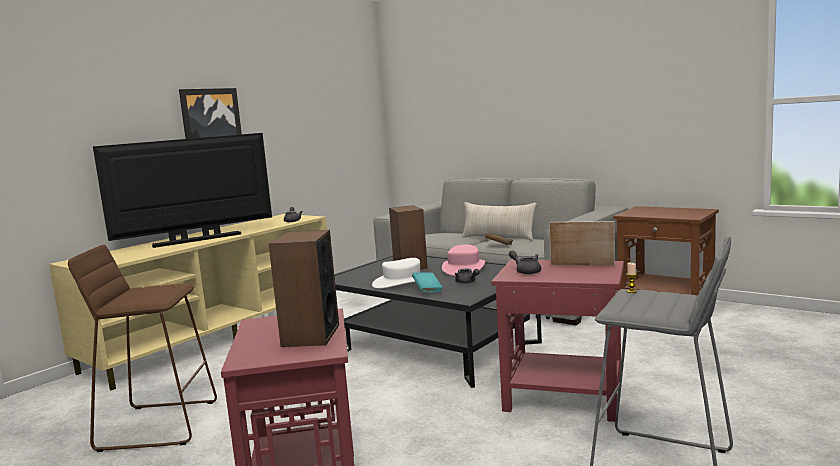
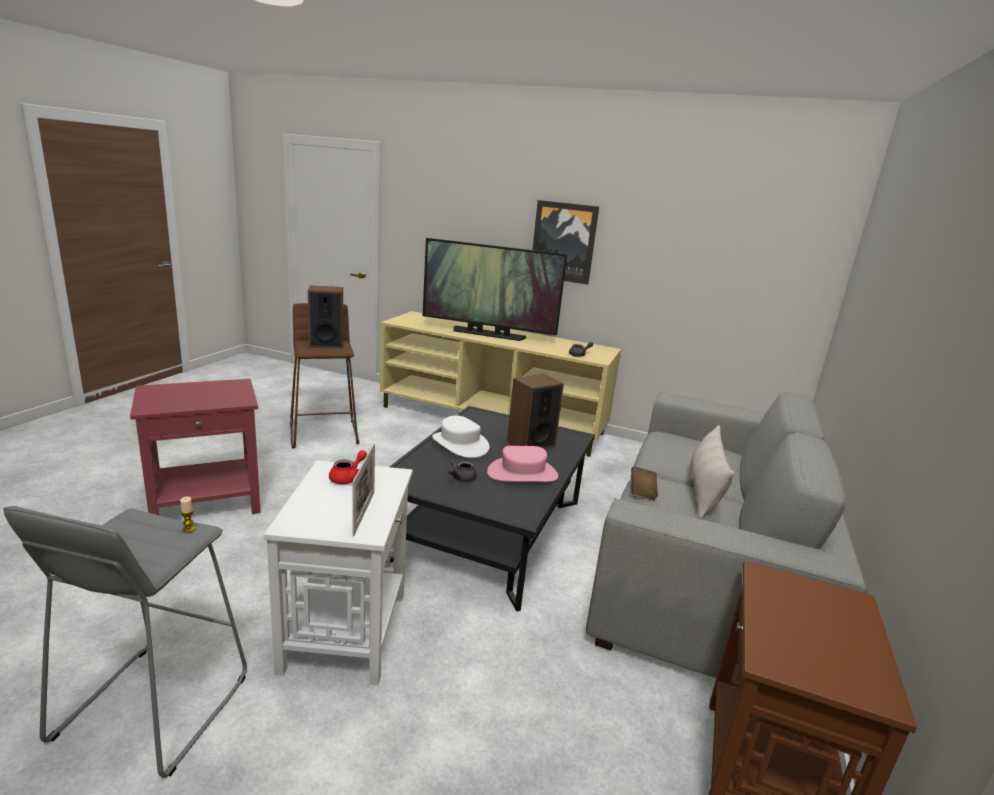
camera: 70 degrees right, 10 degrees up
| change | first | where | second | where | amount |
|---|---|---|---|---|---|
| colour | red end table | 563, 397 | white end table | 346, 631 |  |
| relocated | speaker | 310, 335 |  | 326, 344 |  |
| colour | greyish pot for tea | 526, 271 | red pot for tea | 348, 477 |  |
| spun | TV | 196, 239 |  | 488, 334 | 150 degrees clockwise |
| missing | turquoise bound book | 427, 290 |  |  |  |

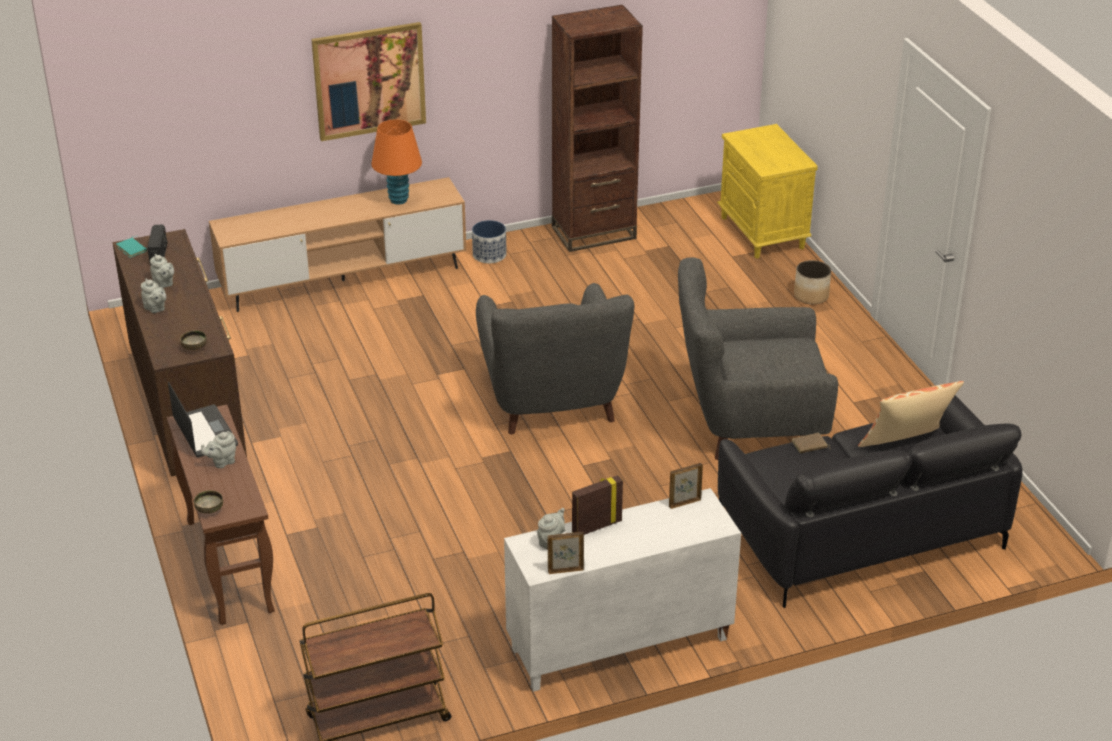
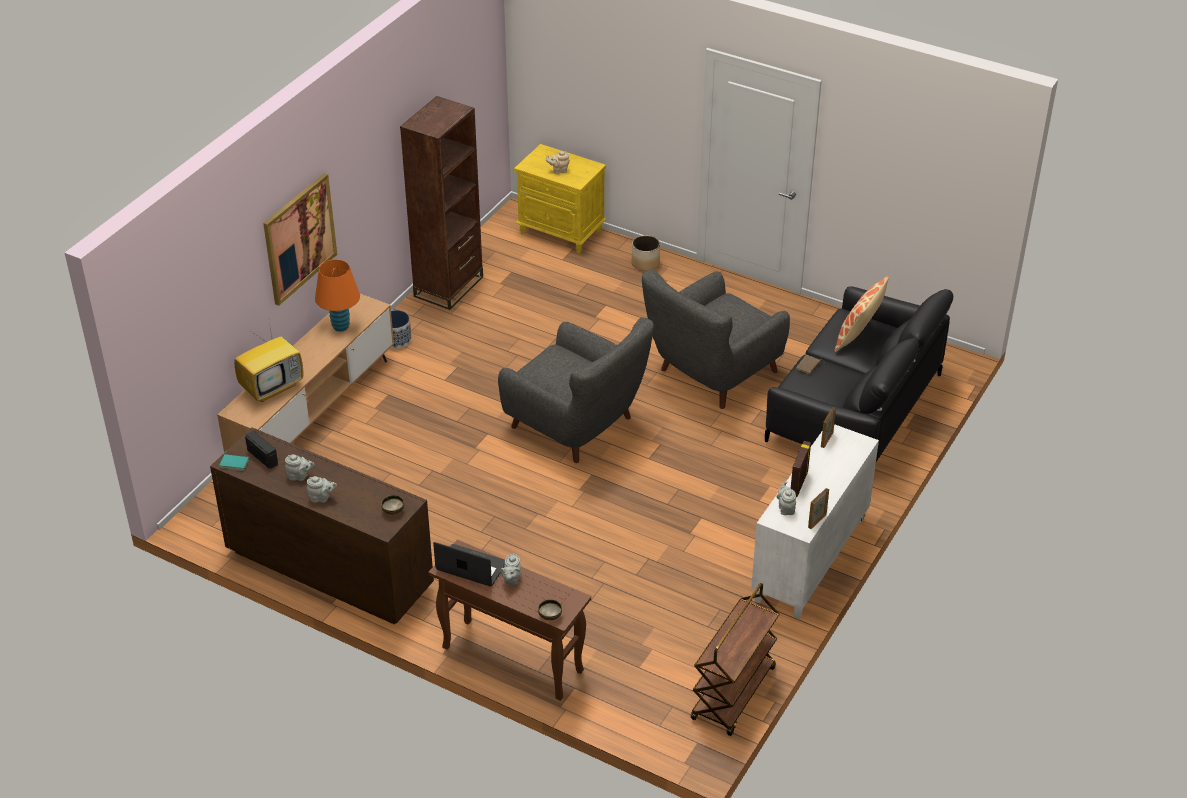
camera: 40 degrees left, 5 degrees up
| change | first | where | second | where | amount |
|---|---|---|---|---|---|
| appeared |  |  | TV | 272, 387 |  |
| appeared |  |  | beige pot for tea | 559, 170 |  |

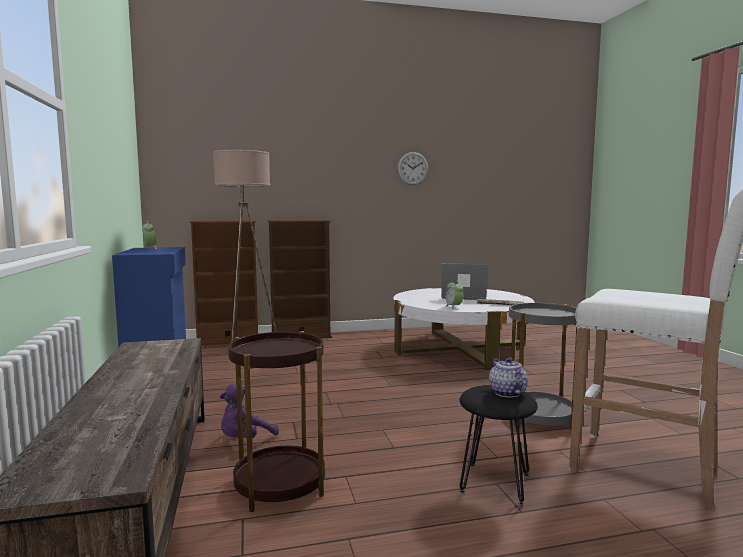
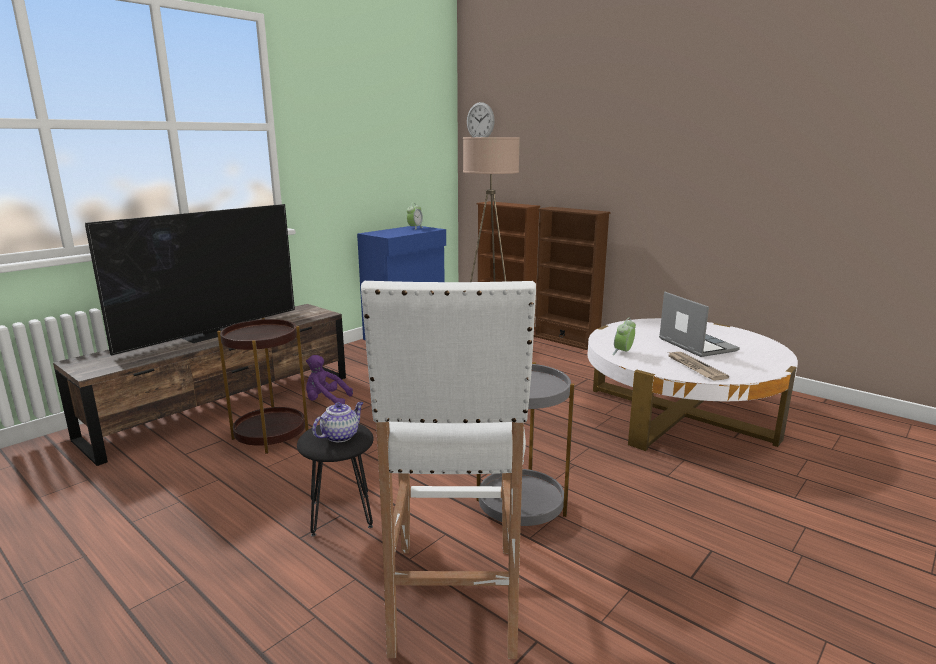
camera: 55 degrees right, 10 degrees up
| change | first | where | second | where | amount |
|---|---|---|---|---|---|
| appeared |  |  | TV | 212, 333 |  |
| relocated | hanging clock | 412, 168 |  | 480, 121 |  |

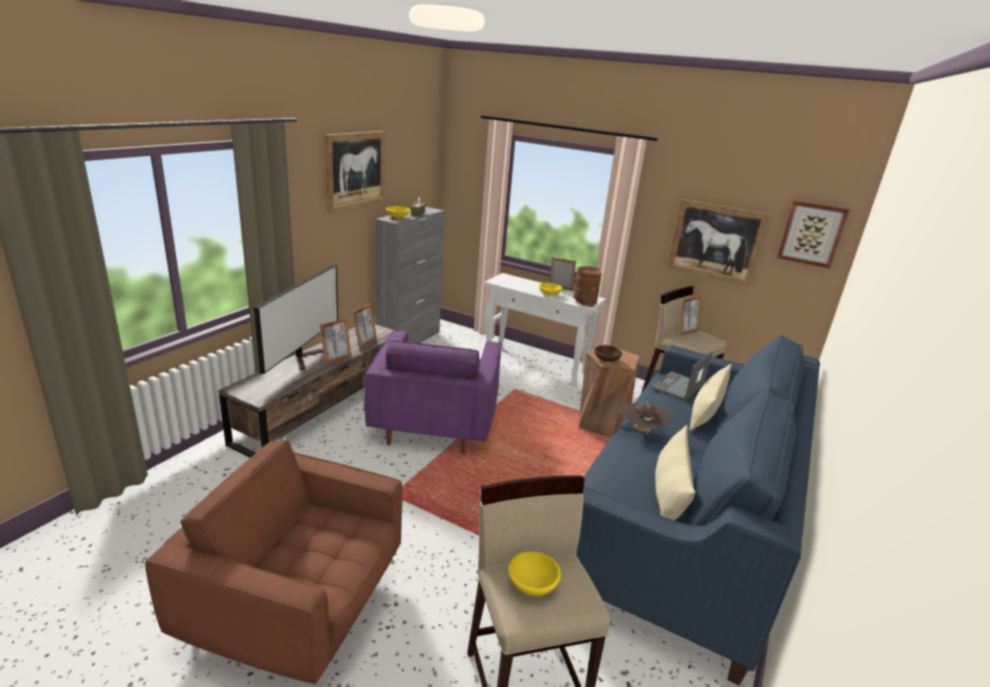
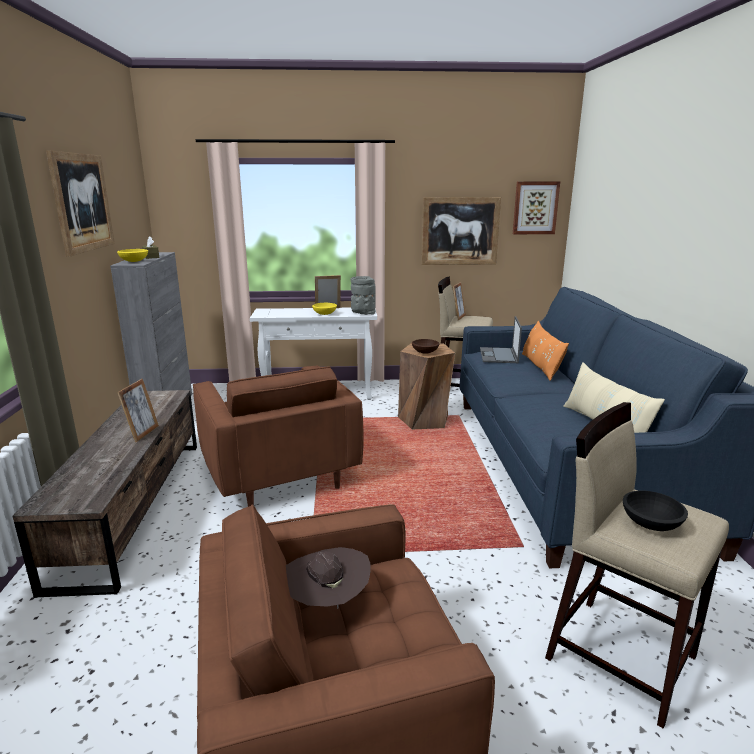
camera: 30 degrees left, 5 degrees down
| change | first | where | second | where | amount |
|---|---|---|---|---|---|
| colour | purple armchair | 435, 422 | brownish armchair | 278, 472 |  |
| relocated | brownish wearable hat | 641, 431 |  | 326, 603 |  |
| colour | brownish decorative vase | 584, 302 | greyish decorative vase | 362, 313 |  |
| colour | beige cushion | 705, 413 | orangey cushion | 540, 366 |  |
| colour | yellow-coloured deep dish | 533, 584 | black deep dish | 651, 523 |  |
| missing | TV | 307, 357 |  |  |  |
| missing | photo frame | 365, 342 |  |  |  |

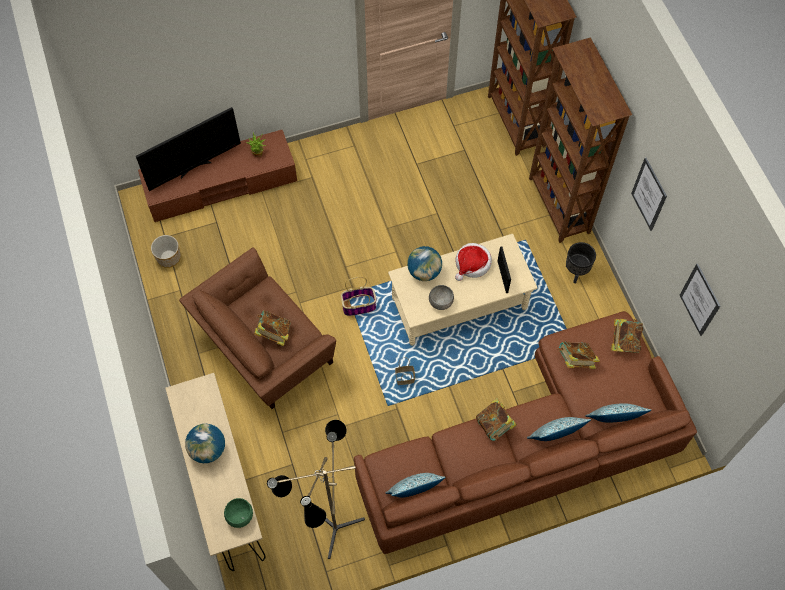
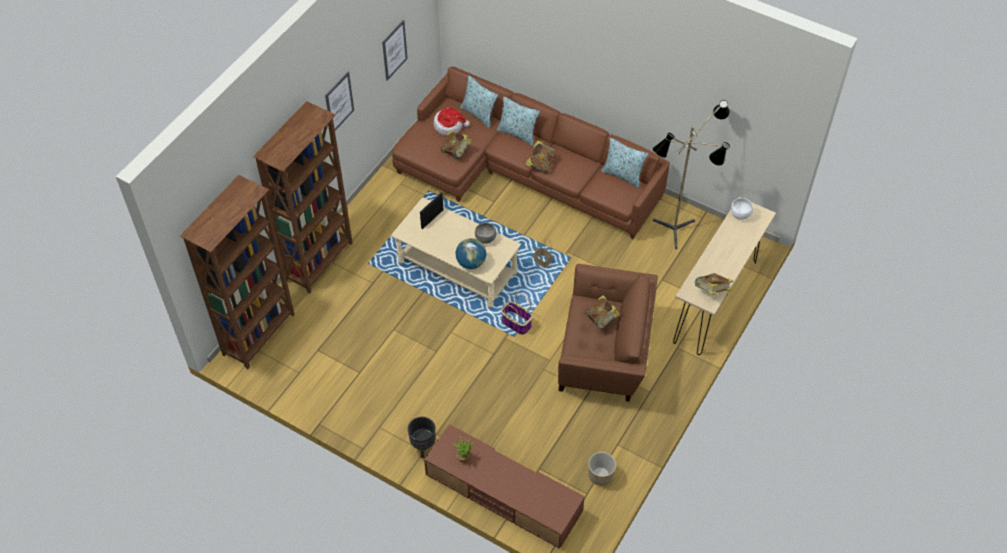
camera: 130 degrees left, 10 degrees down
| change | first | where | second | where | amount |
|---|---|---|---|---|---|
| relocated | black planter | 576, 272 |  | 423, 447 |  |
| relocated | wearable hat | 472, 264 |  | 449, 125 |  |
| relocated | bound book | 624, 341 |  | 711, 291 |  |
| colour | green deep dish | 240, 516 | white deep dish | 740, 214 |  |
| missing | TV | 195, 168 |  |  |  |
| missing | desk globe | 208, 449 |  |  |  |

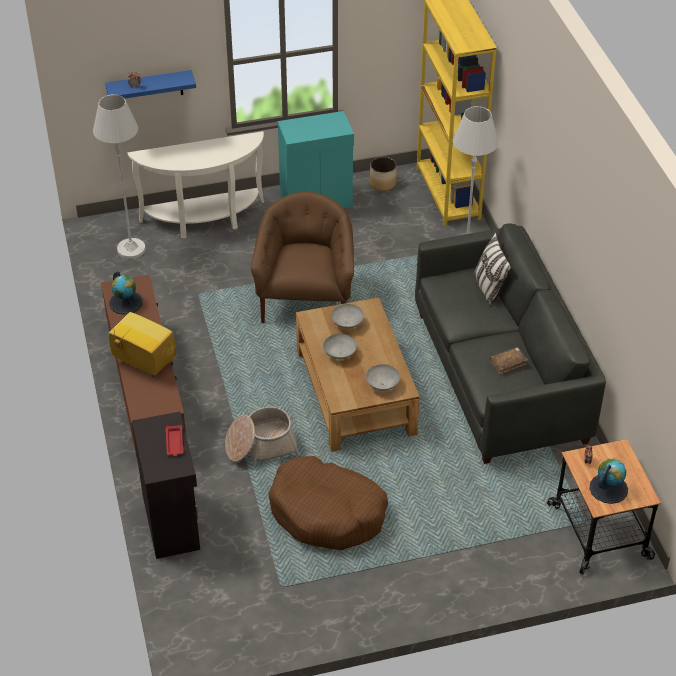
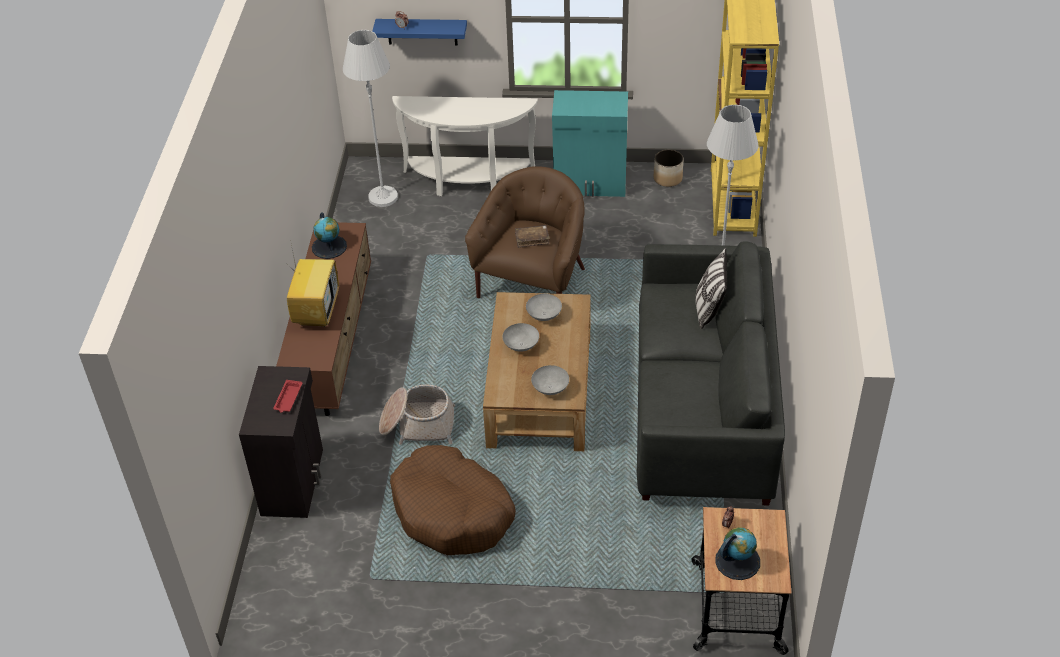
camera: 20 degrees right, 0 degrees up
| change | first | where | second | where | amount |
|---|---|---|---|---|---|
| spun | TV | 143, 362 |  | 316, 310 | 45 degrees clockwise |
| relocated | brownish bound book | 508, 363 |  | 532, 239 |  |

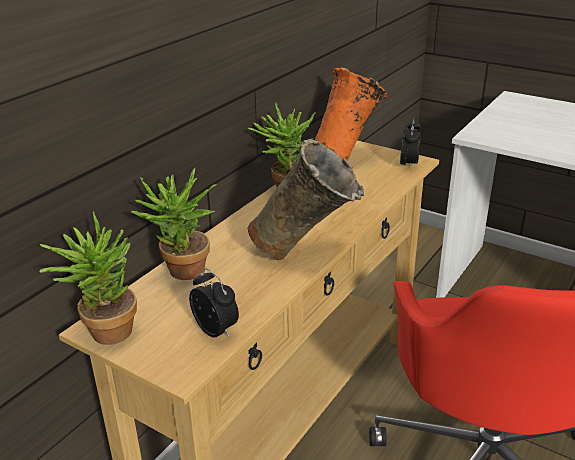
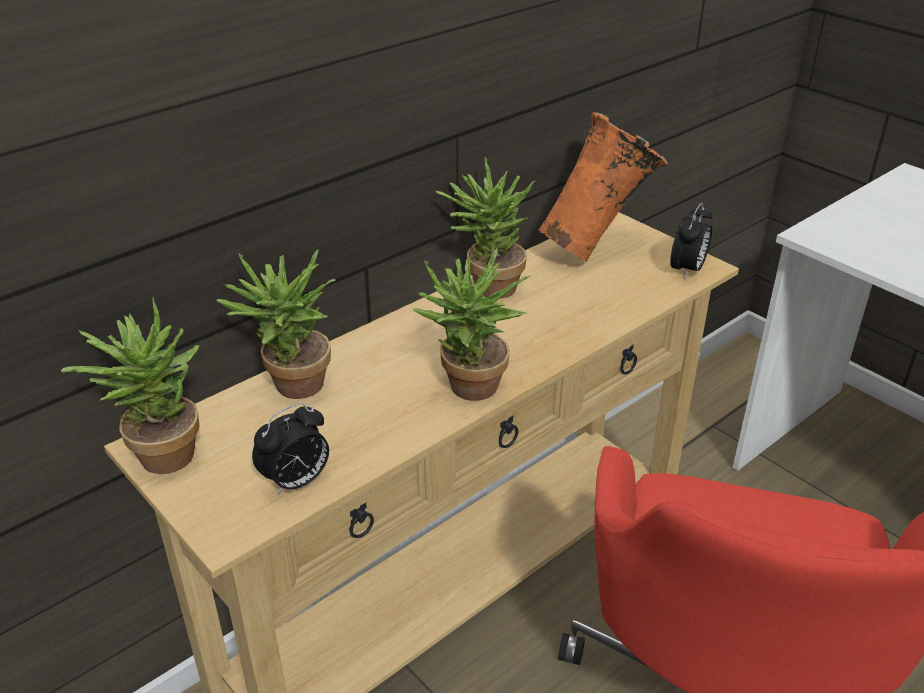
camera: 15 degrees right, 5 degrees up
| change | first | where | second | where | amount |
|---|---|---|---|---|---|
| spun | alarm clock | 217, 330 |  | 296, 482 | 75 degrees clockwise |
| exchanged | beige decorative vase | 307, 255 | houseplant | 468, 391 |  |

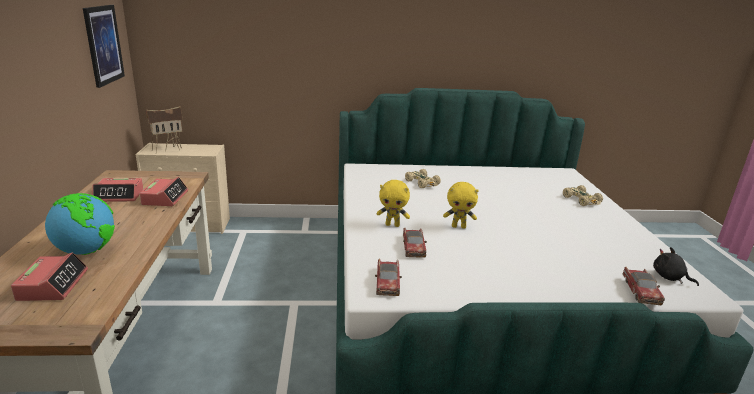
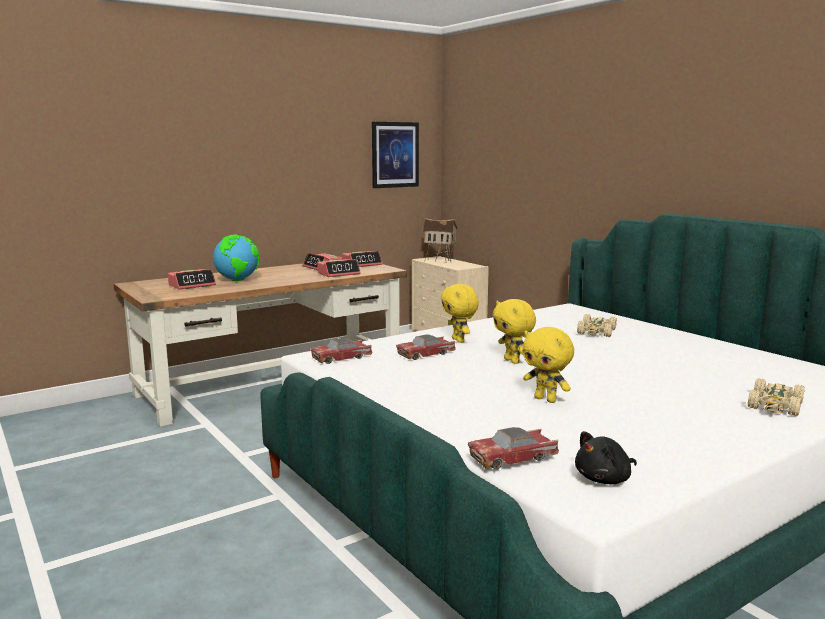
camera: 60 degrees right, 10 degrees down
| change | first | where | second | where | amount |
|---|---|---|---|---|---|
| appeared |  |  | alarm clock | 362, 264 |  |
| appeared |  |  | yellow-coloured soft toy | 546, 399 |  |
| spun | black soft toy | 669, 277 |  | 605, 479 | 135 degrees counterclockwise |

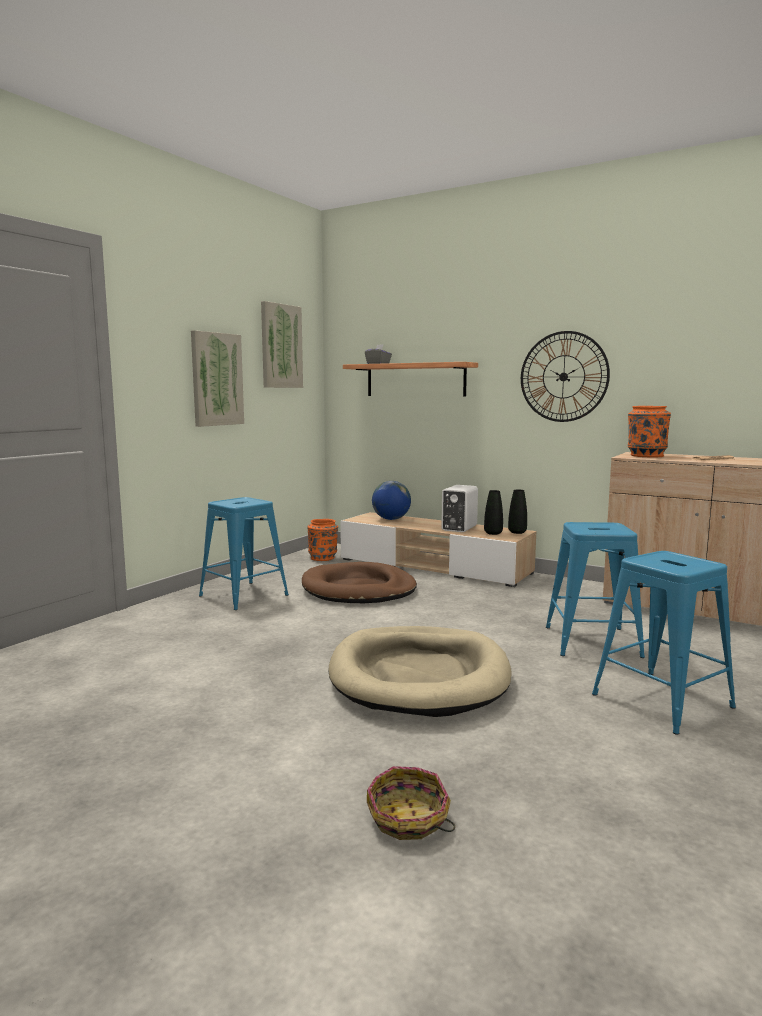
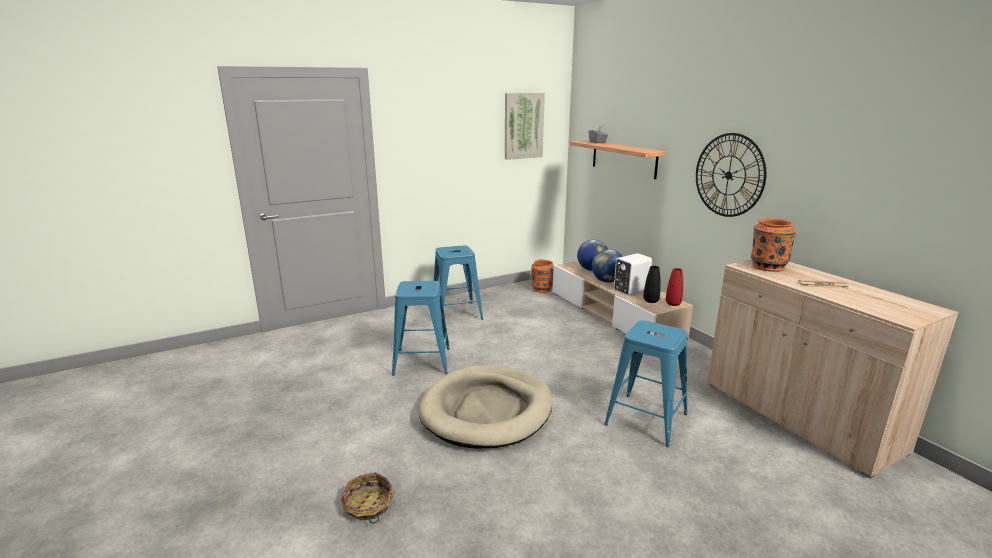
camera: 30 degrees right, 10 degrees up
| change | first | where | second | where | amount |
|---|---|---|---|---|---|
| relocated | bluish sitting stool | 661, 701 |  | 421, 361 |  |
| appeared |  |  | desk globe | 607, 281 |  |
| colour | black decorative vase | 517, 532 | red decorative vase | 673, 304 |  |
| missing | wall picture | 216, 379 |  |  |  |
| missing | brownish pet bed | 358, 589 |  |  |  |

